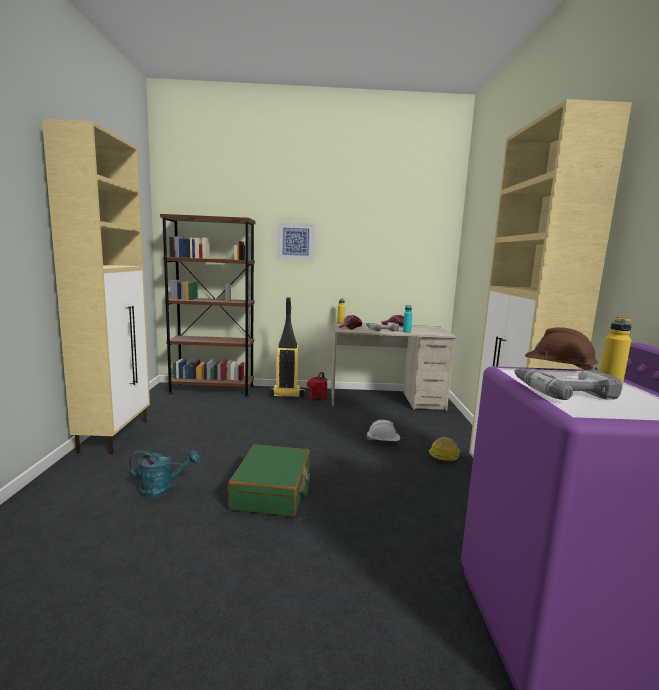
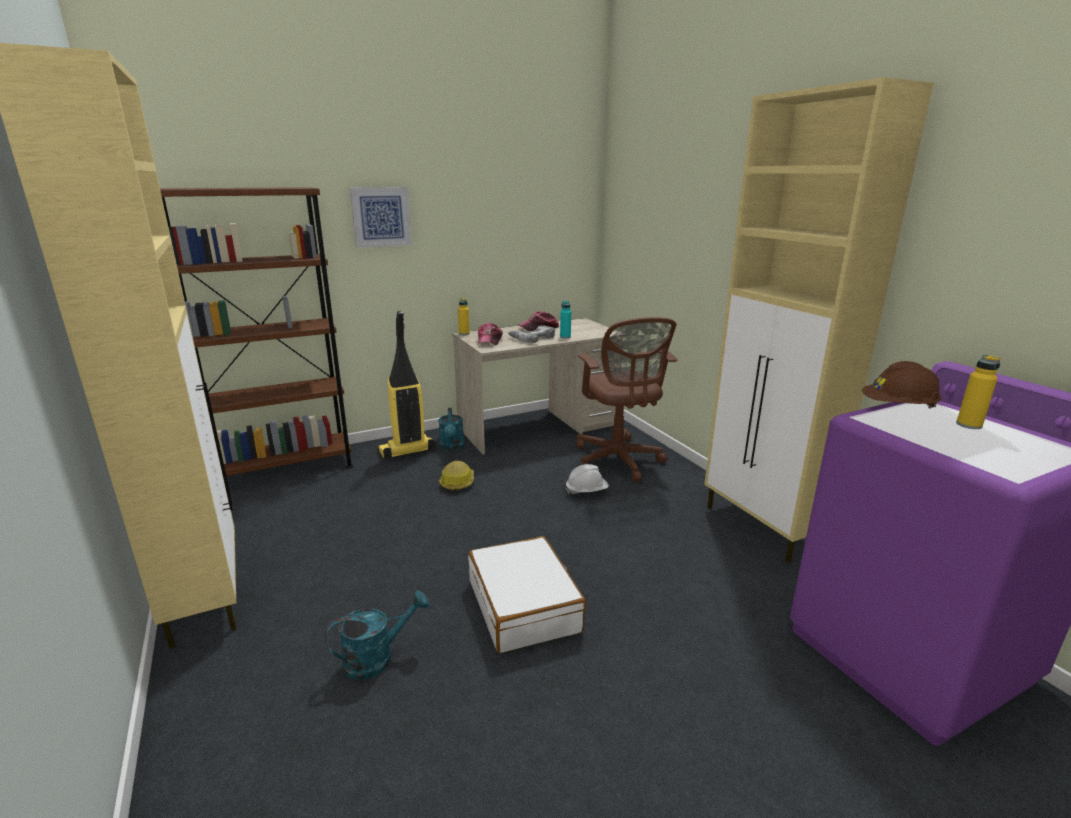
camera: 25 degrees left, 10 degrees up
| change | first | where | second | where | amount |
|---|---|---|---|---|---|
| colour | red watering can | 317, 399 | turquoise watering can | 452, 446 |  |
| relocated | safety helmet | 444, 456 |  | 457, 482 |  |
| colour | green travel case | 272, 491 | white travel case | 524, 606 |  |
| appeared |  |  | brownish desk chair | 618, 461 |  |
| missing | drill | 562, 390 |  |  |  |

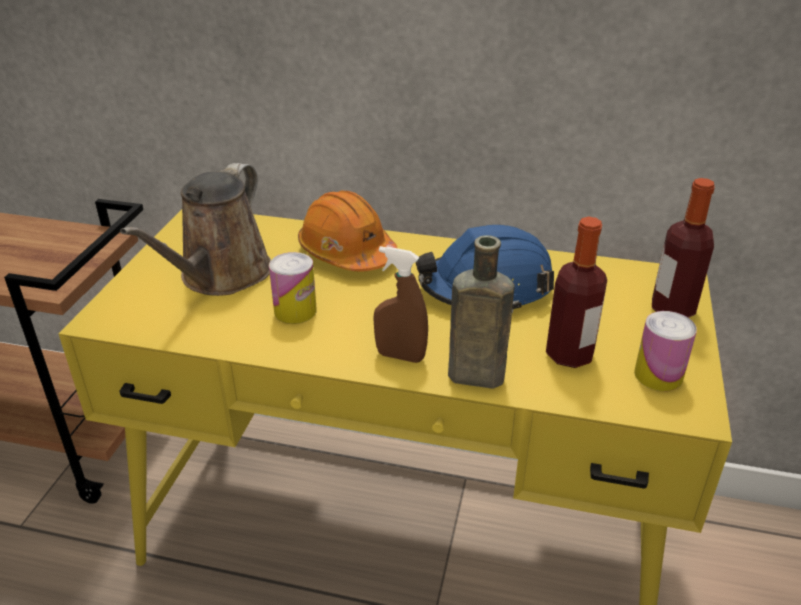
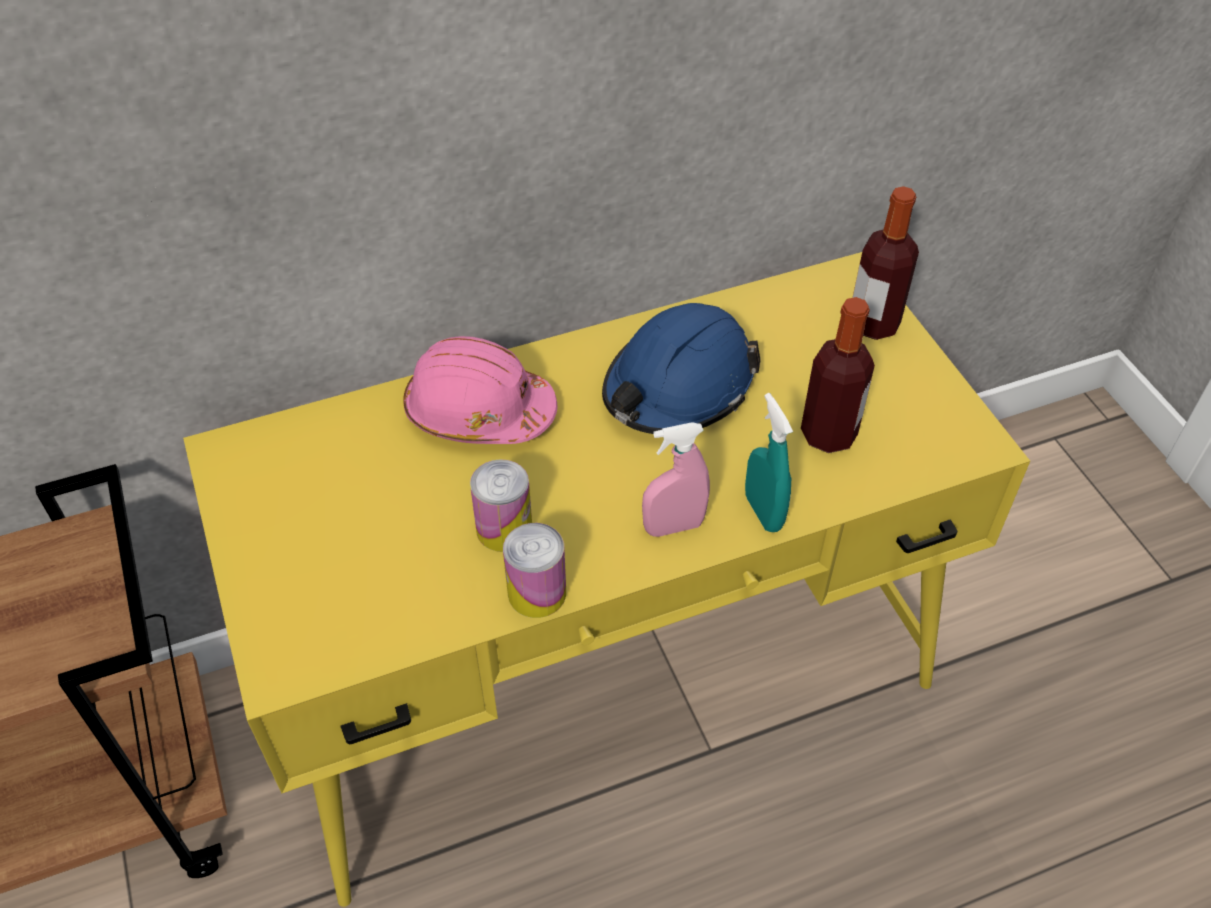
camera: 35 degrees left, 15 degrees up
| change | first | where | second | where | amount |
|---|---|---|---|---|---|
| colour | orangey safety helmet | 347, 252 | pinkish safety helmet | 479, 412 |  |
| relocated | sealed can | 658, 375 |  | 537, 592 |  |
| colour | brownish hand sprayer | 400, 356 | pinkish hand sprayer | 673, 527 |  |
| exchanged | brownish drink bottle | 472, 376 | turquoise hand sprayer | 763, 512 |  |
| missing | brownish watering can | 221, 276 |  |  |  |

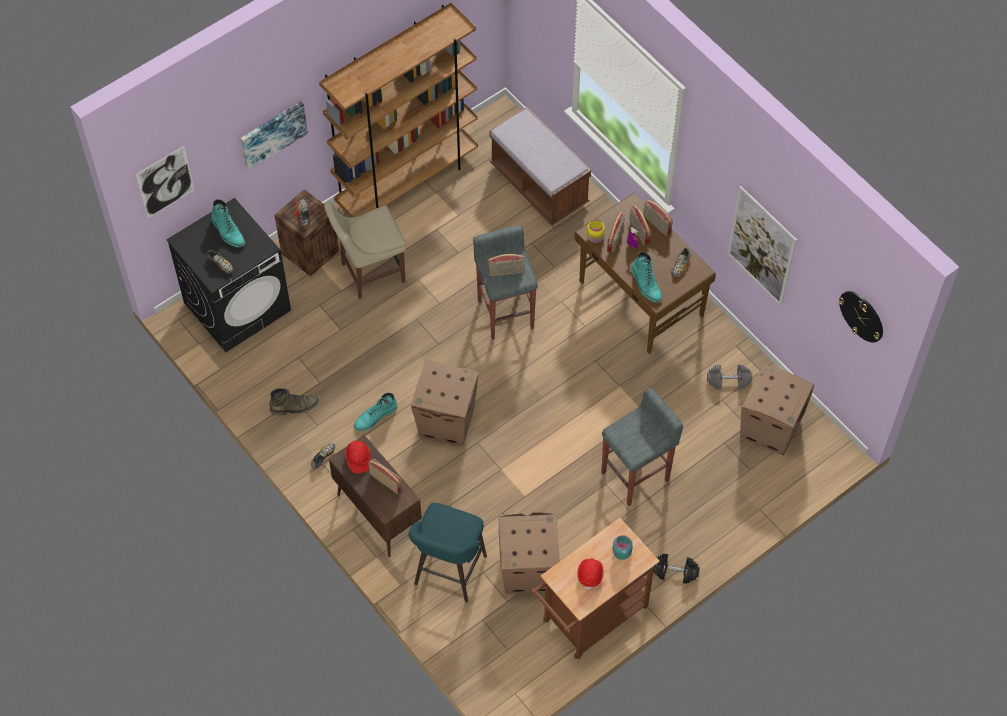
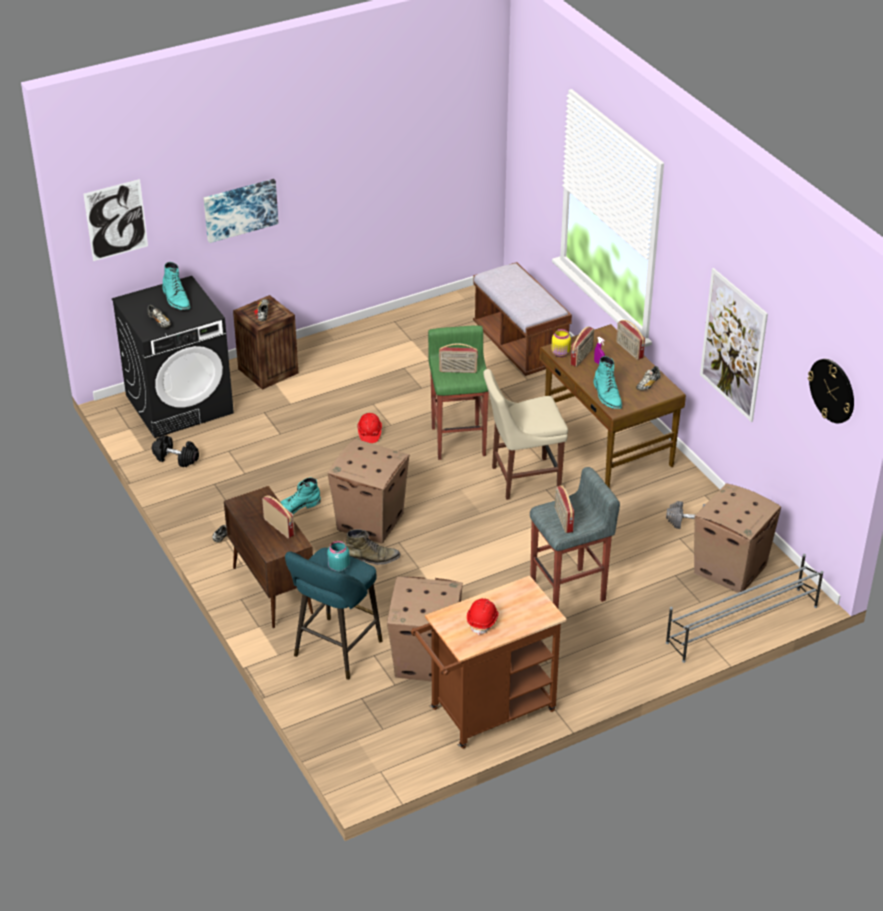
camera: 10 degrees right, 20 degrees down
| change | first | where | second | where | amount |
|---|---|---|---|---|---|
| relocated | black hand weight | 674, 572 |  | 175, 458 |  |
| relocated | turquoise preserve jar | 621, 553 |  | 338, 567 |  |
| relocated | green boot | 294, 407 |  | 372, 559 |  |
| relocated | red safety helmet | 358, 459 |  | 369, 433 |  |
| colour | greyish sitting stool | 506, 313 | green sitting stool | 459, 440 |  |
| relocated | beige upright chair | 369, 273 |  | 522, 479 |  |
| relocated | radio set | 639, 232 |  | 563, 520 |  |
| appeared |  |  | greyish shoe rack | 741, 624 |  |
| missing | brownish bookcase | 407, 181 |  |  |  |

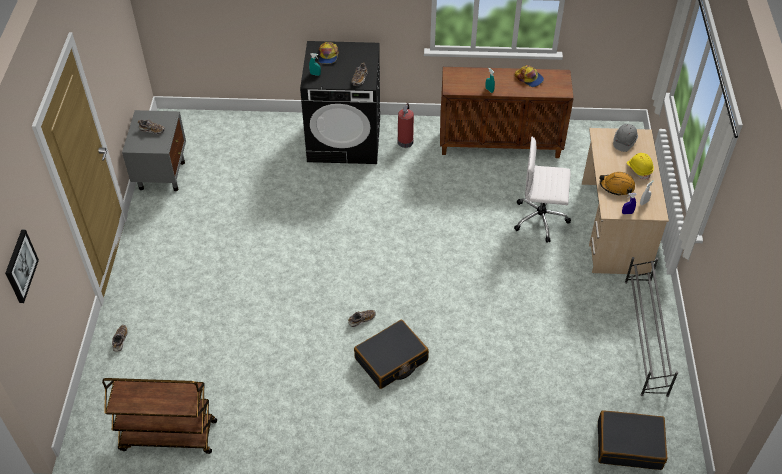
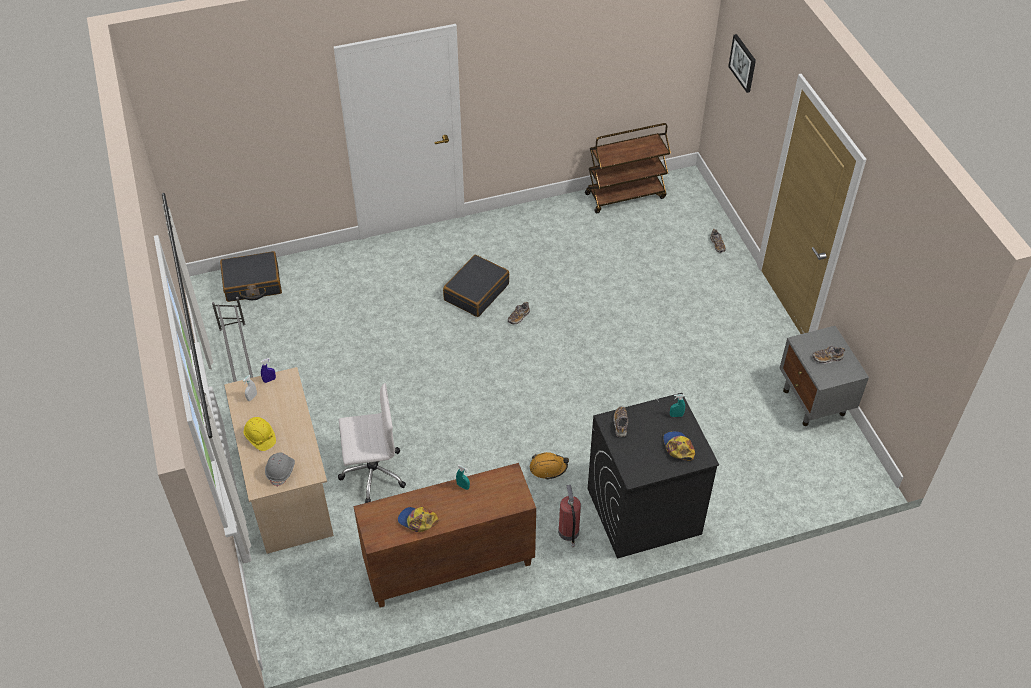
camera: 160 degrees right, 0 degrees up
| change | first | where | second | where | amount |
|---|---|---|---|---|---|
| relocated | orangey safety helmet | 616, 186 |  | 548, 468 |  |

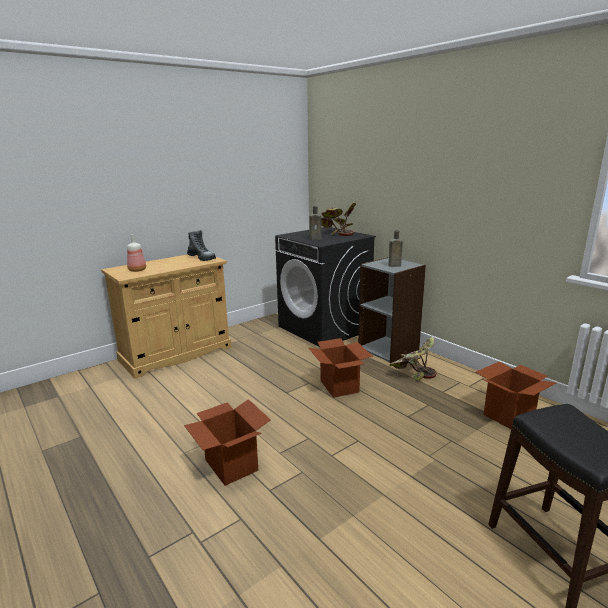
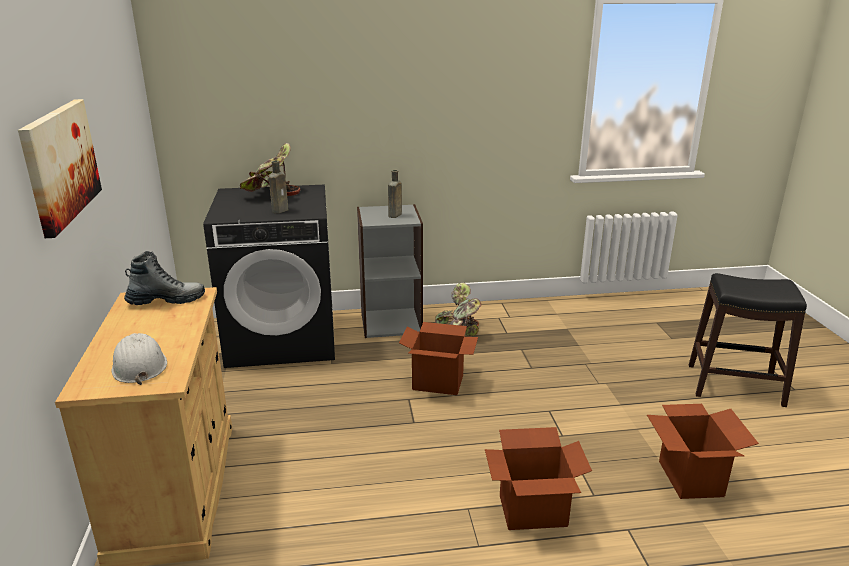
camera: 60 degrees left, 5 degrees up
| change | first | where | second | where | amount |
|---|---|---|---|---|---|
| appeared |  |  | wall picture | 60, 164 |  |
| exchanged | drink bottle | 136, 270 | white safety helmet | 139, 365 |  |
| relocated | packing box | 509, 415 |  | 690, 478 |  |

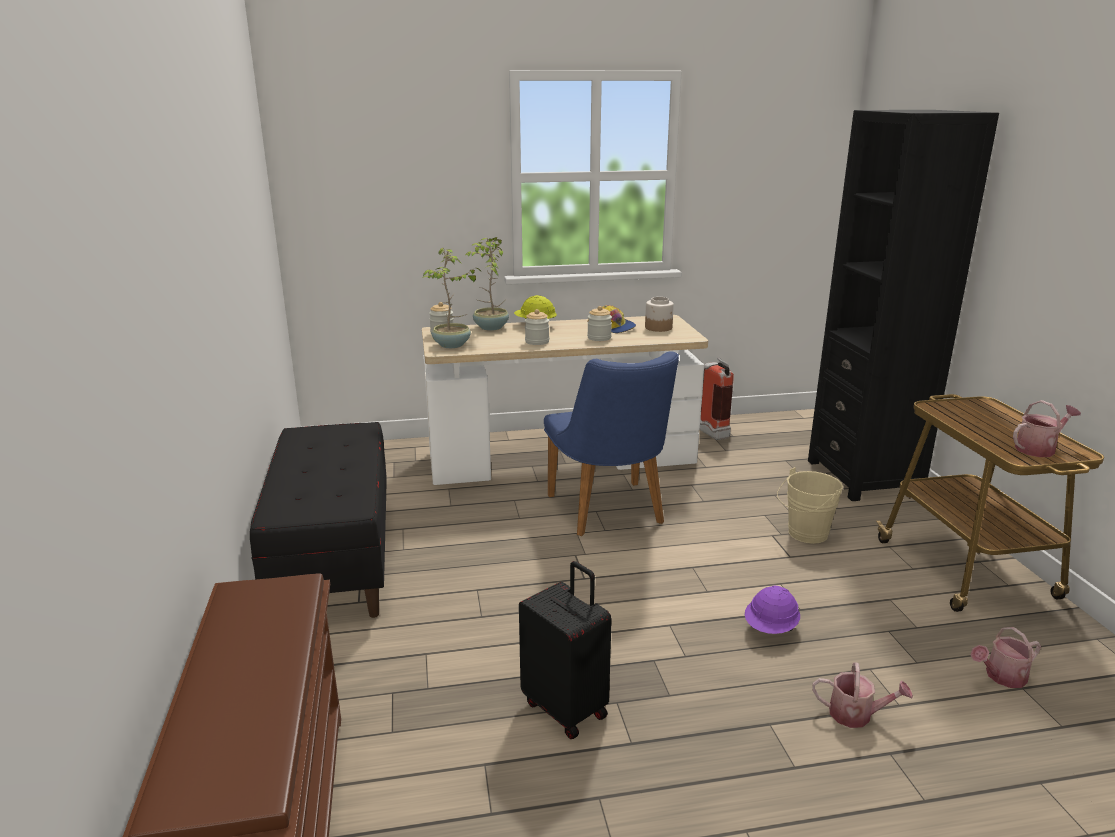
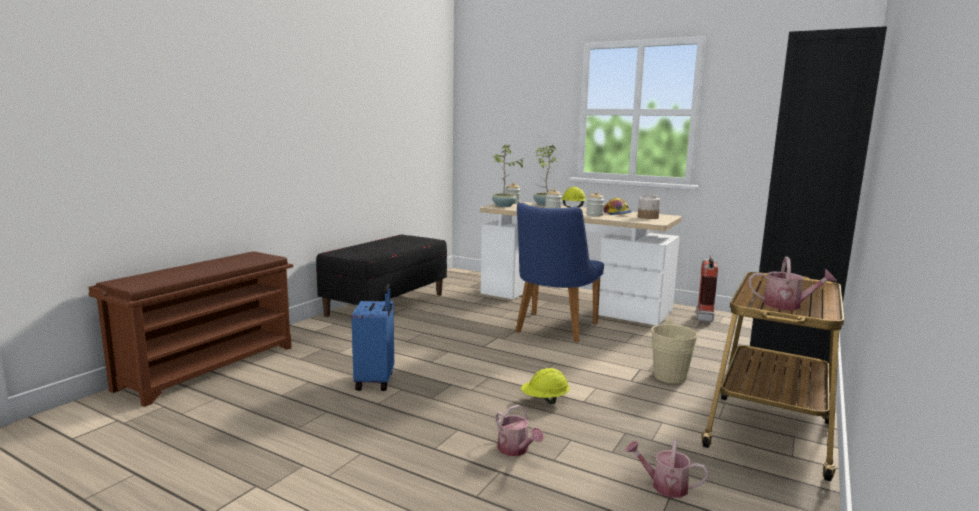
camera: 40 degrees right, 10 degrees down
| change | first | where | second | where | amount |
|---|---|---|---|---|---|
| colour | black travel case | 566, 708 | bluish travel case | 376, 381 |  |
| colour | purple safety helmet | 771, 628 | yellow-coloured safety helmet | 545, 400 |  |

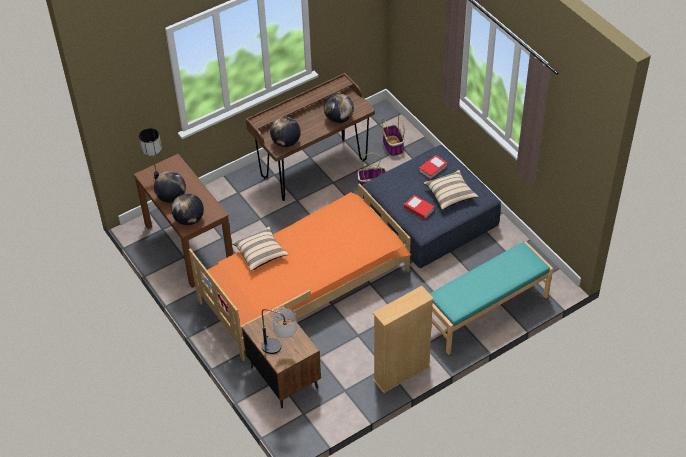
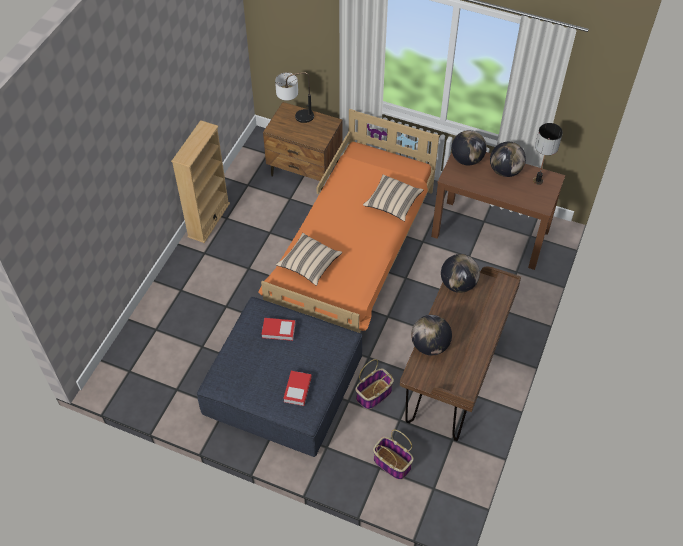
camera: 145 degrees right, 5 degrees up
| change | first | where | second | where | amount |
|---|---|---|---|---|---|
| relocated | beige cushion | 450, 195 |  | 309, 264 |  |
| missing | turquoise long seat | 486, 312 |  |  |  |

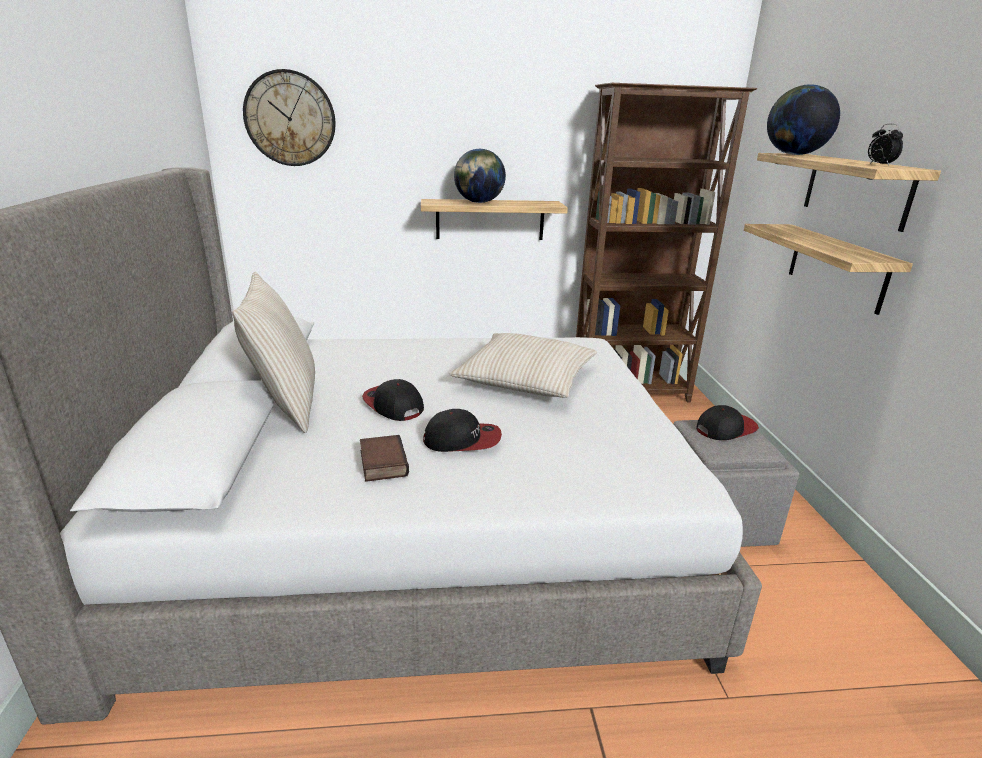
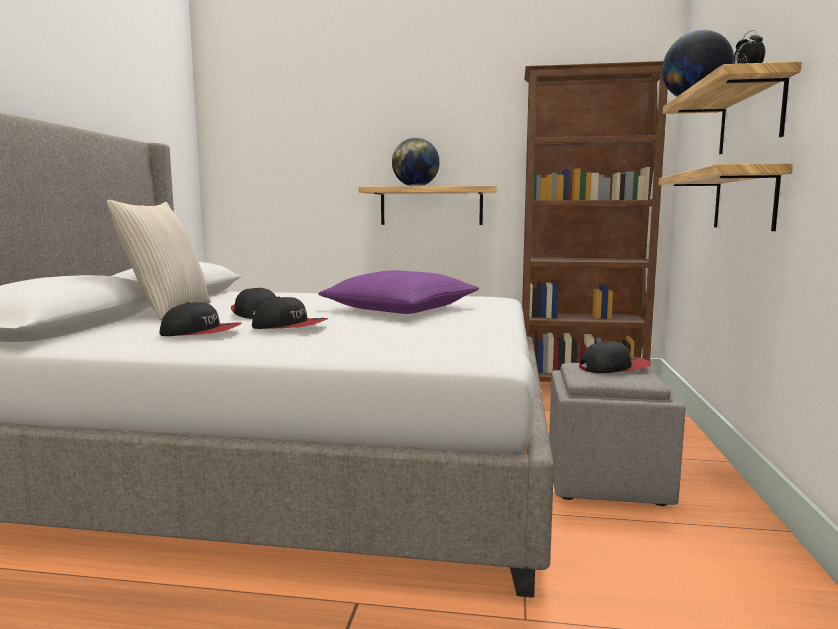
camera: 15 degrees right, 15 degrees down
| change | first | where | second | where | amount |
|---|---|---|---|---|---|
| exchanged | bound book | 381, 463 | baseball cap | 201, 333 |  |
| colour | beige cushion | 525, 379 | purple cushion | 400, 309 |  |
| missing | hanging clock | 290, 119 |  |  |  |

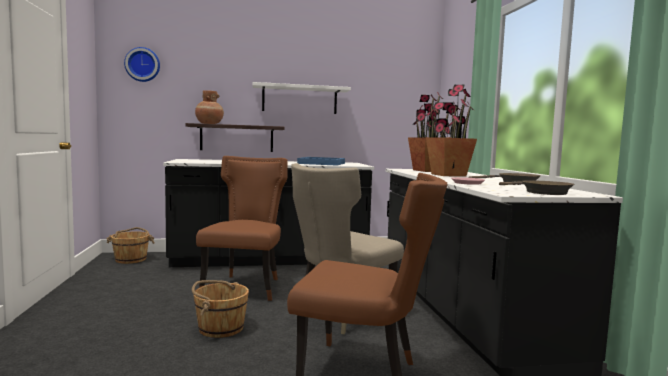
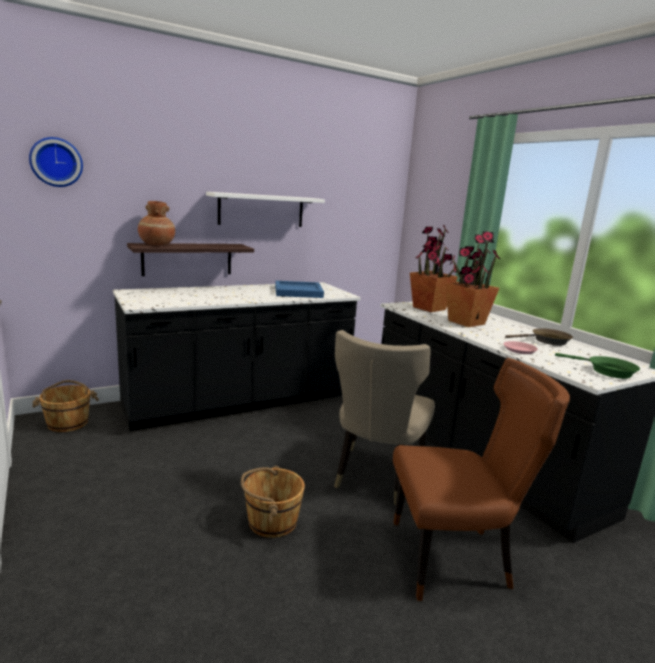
camera: 20 degrees left, 10 degrees up
| change | first | where | second | where | amount |
|---|---|---|---|---|---|
| colour | brownish skillet | 541, 192 | green skillet | 606, 371 |  |
| missing | brownish upright chair | 245, 286 |  |  |  |

